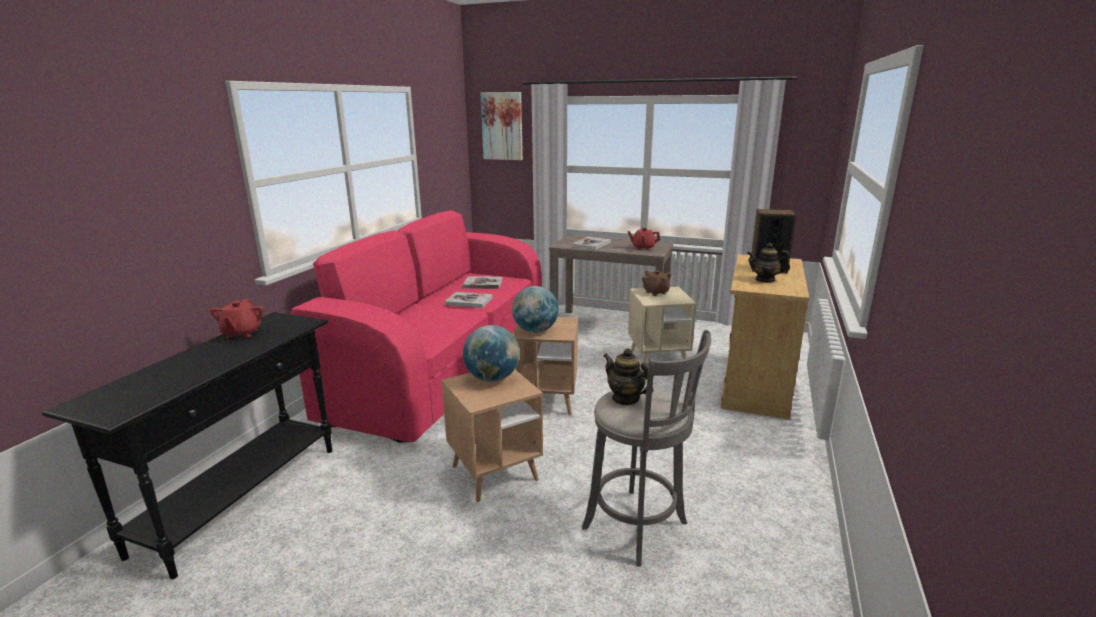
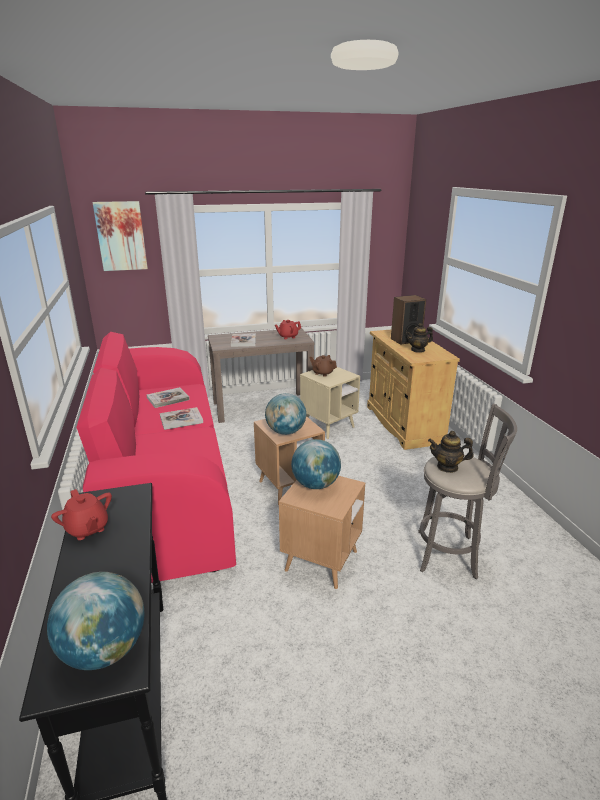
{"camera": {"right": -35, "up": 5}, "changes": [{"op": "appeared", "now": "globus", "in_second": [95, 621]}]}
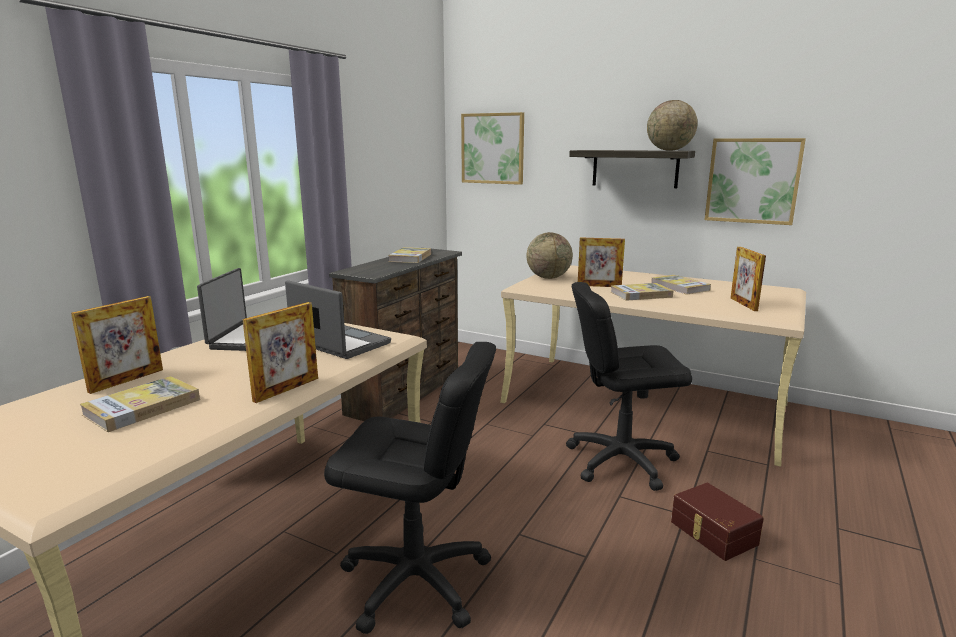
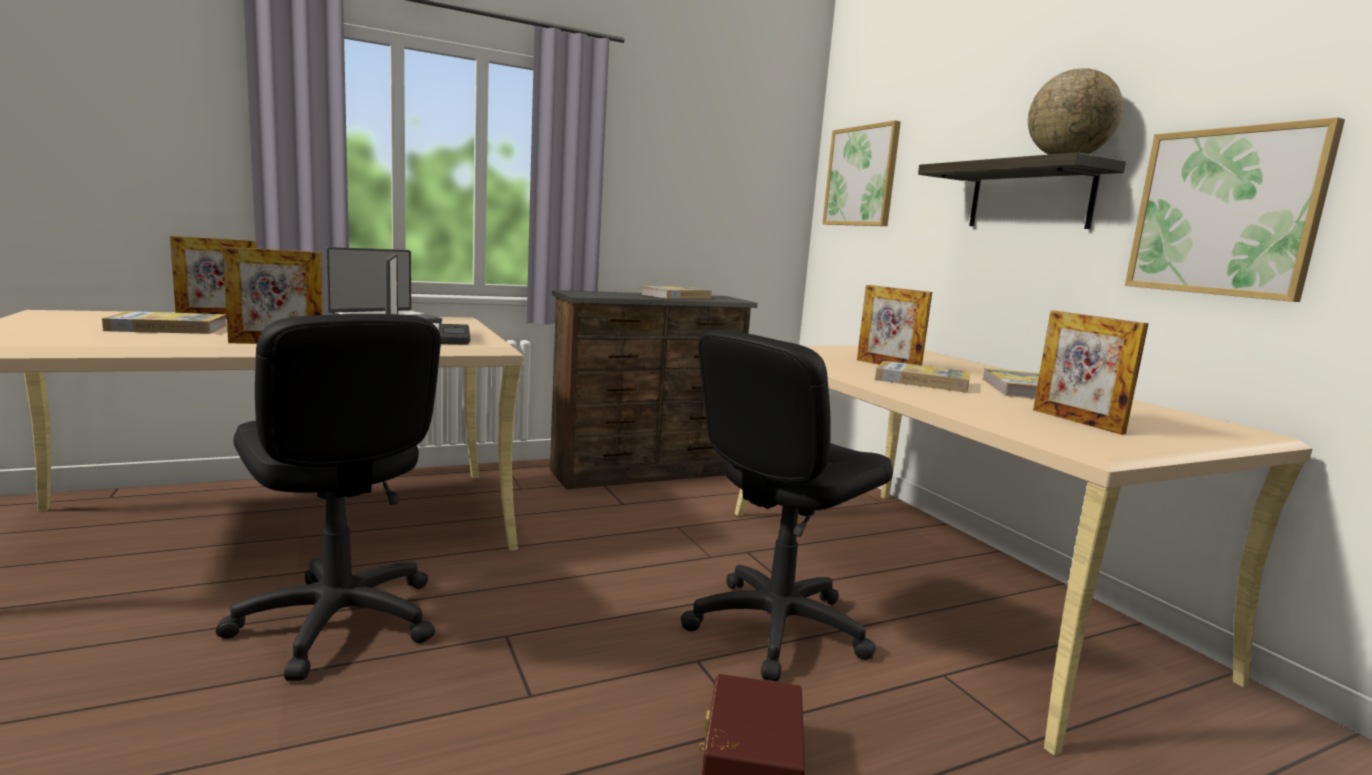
{"camera": {"right": 35, "up": -5}, "changes": [{"op": "spun", "was": "krzesło biurowe (czarny)", "in_first": [629, 386], "in_second": [787, 505], "clockwise": -75}, {"op": "spun", "was": "ramka na zdjęcie", "in_first": [748, 279], "in_second": [1091, 373], "clockwise": -60}, {"op": "missing", "was": "globus", "in_first": [549, 255]}]}
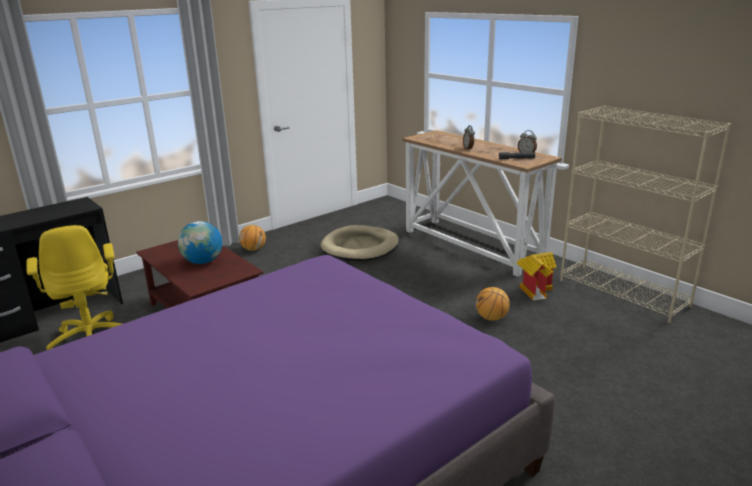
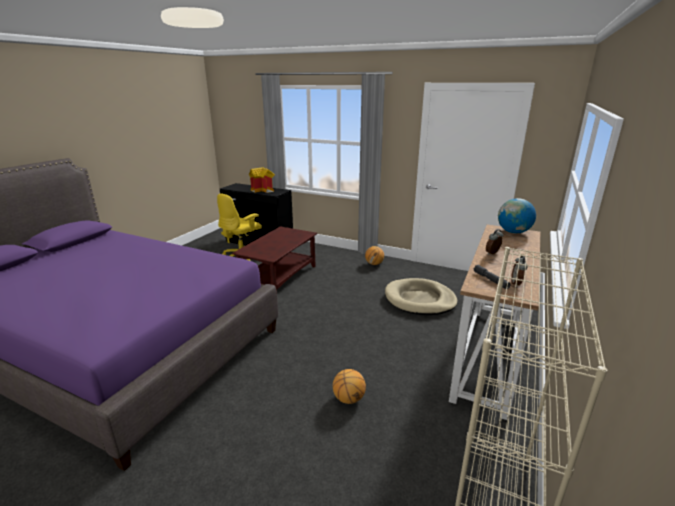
{"camera": {"right": 65, "up": 0}, "changes": [{"op": "relocated", "was": "domek", "in_first": [537, 276], "in_second": [262, 180]}, {"op": "relocated", "was": "globus", "in_first": [200, 242], "in_second": [517, 216]}]}
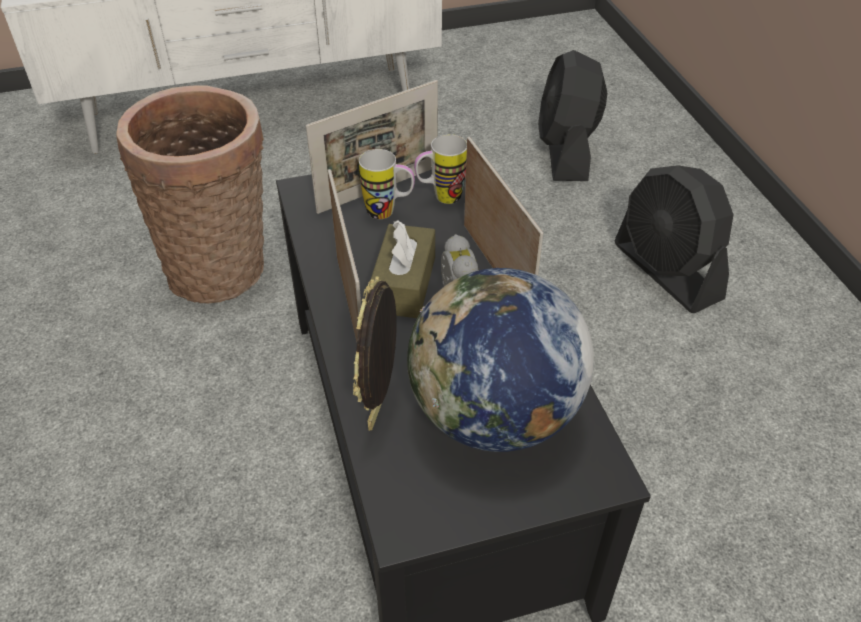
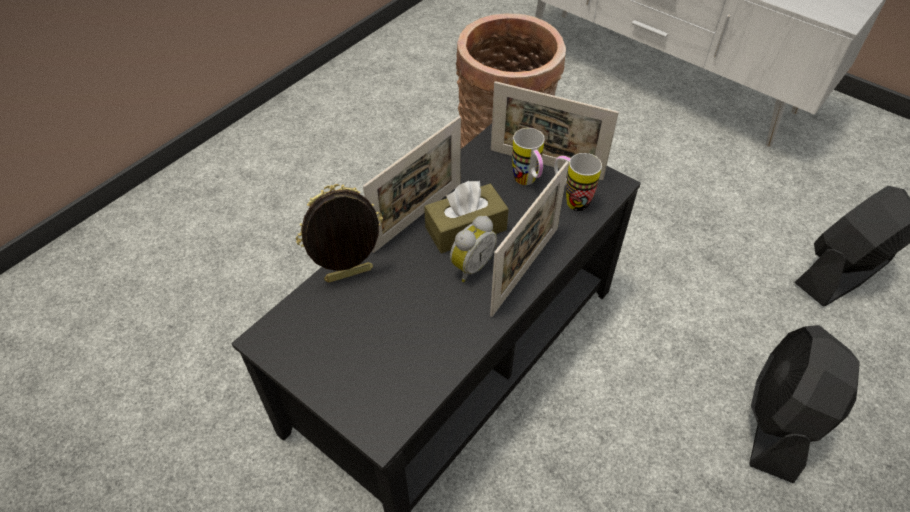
{"camera": {"right": 55, "up": 5}, "changes": [{"op": "missing", "was": "globus", "in_first": [500, 360]}]}
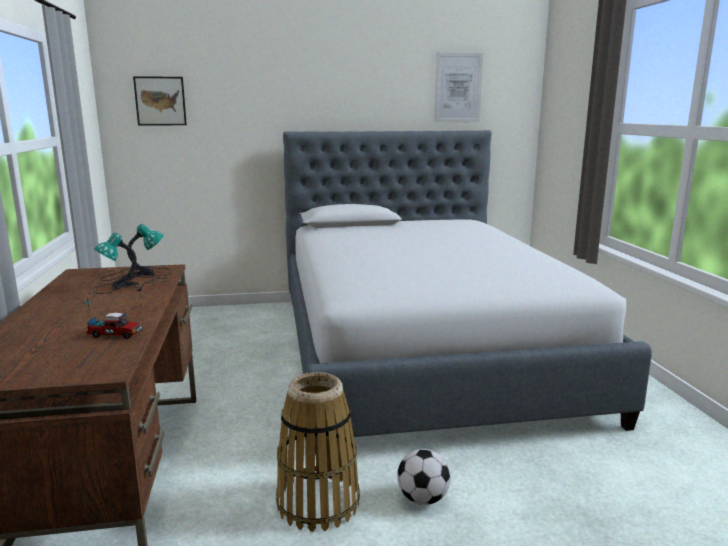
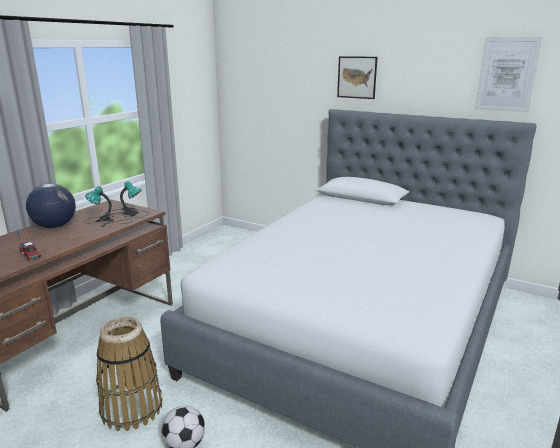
{"camera": {"right": 40, "up": 5}, "changes": [{"op": "appeared", "now": "globus", "in_second": [51, 205]}, {"op": "relocated", "was": "obraz", "in_first": [160, 101], "in_second": [357, 77]}]}
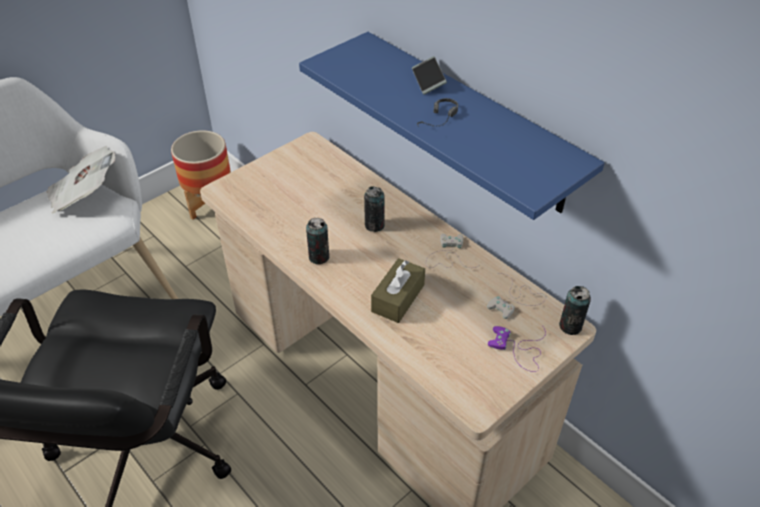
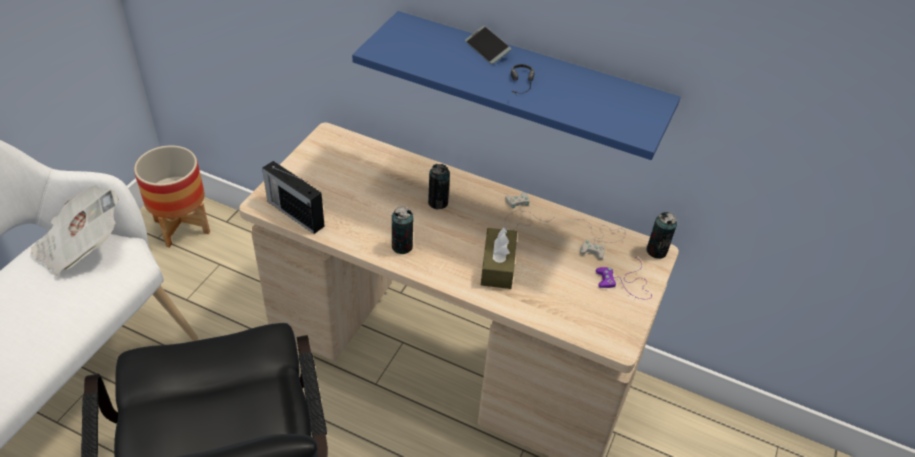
{"camera": {"right": -25, "up": 0}, "changes": [{"op": "appeared", "now": "radio", "in_second": [293, 197]}]}
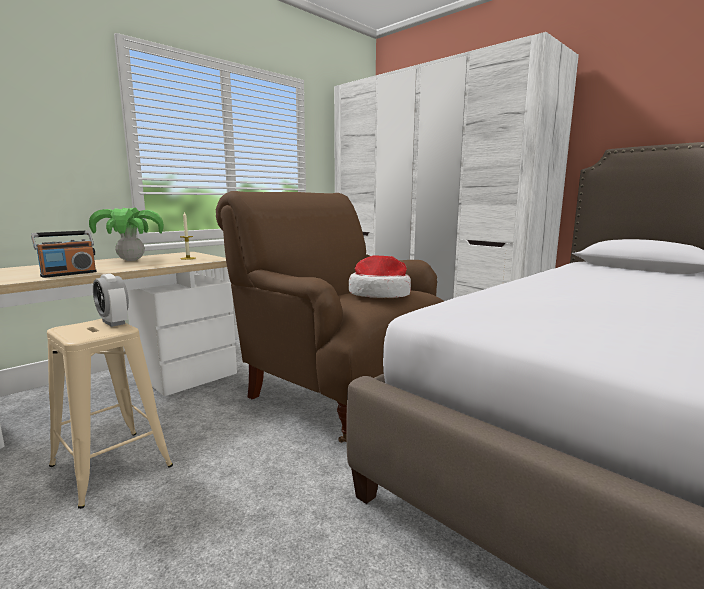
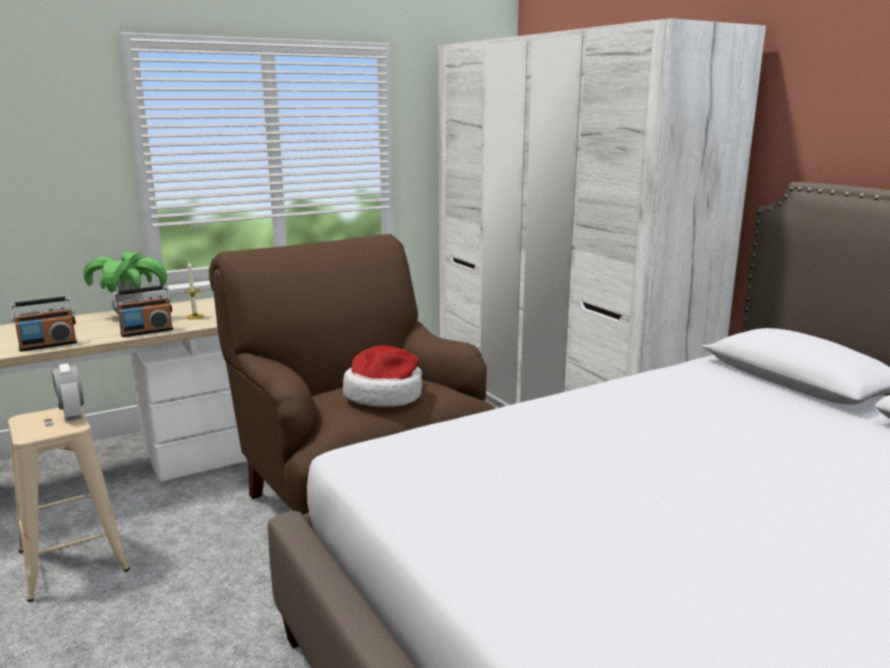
{"camera": {"right": 15, "up": 5}, "changes": [{"op": "appeared", "now": "radio", "in_second": [143, 311]}]}
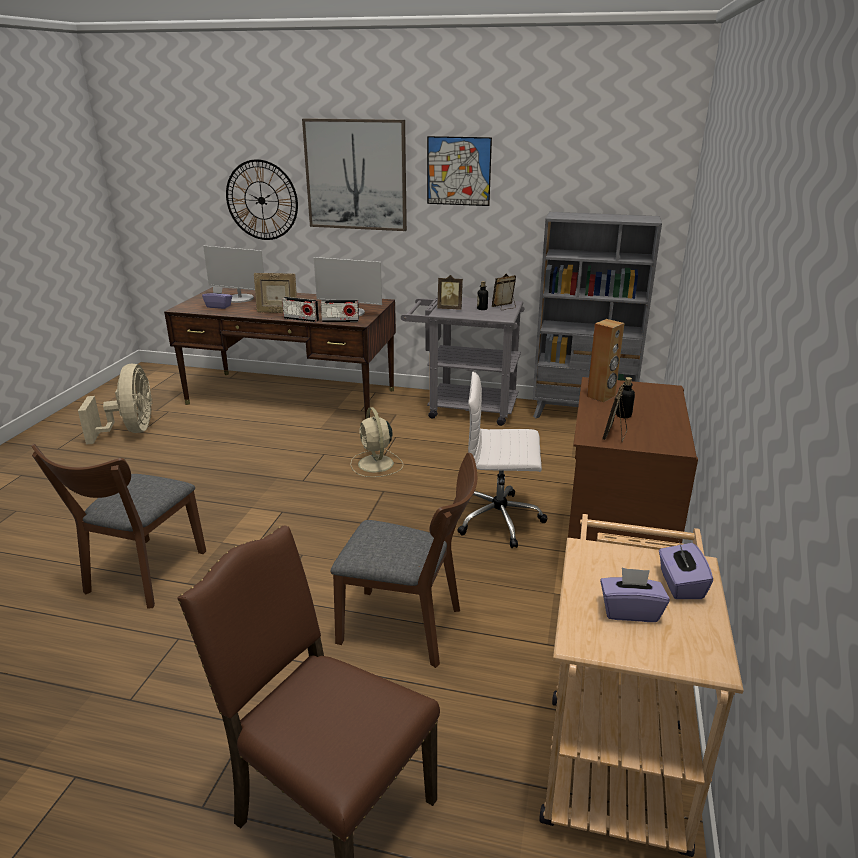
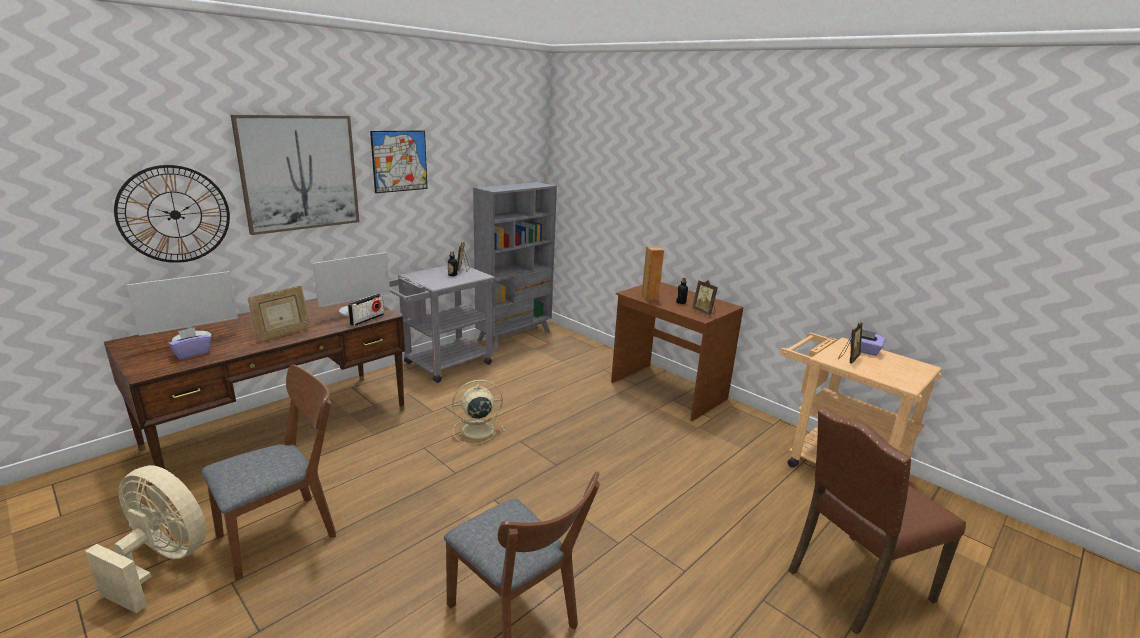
{"camera": {"right": -60, "up": -5}, "changes": [{"op": "relocated", "was": "krzesło (brązowy)", "in_first": [404, 560], "in_second": [269, 473]}, {"op": "spun", "was": "wentylator (beżowy)", "in_first": [376, 442], "in_second": [478, 412], "clockwise": 150}, {"op": "relocated", "was": "ramka na zdjęcie", "in_first": [450, 292], "in_second": [850, 343]}, {"op": "missing", "was": "radio", "in_first": [300, 309]}, {"op": "missing", "was": "krzesło biurowe (biały)", "in_first": [502, 460]}, {"op": "missing", "was": "pudełko chusteczek (fioletowy)", "in_first": [635, 595]}]}
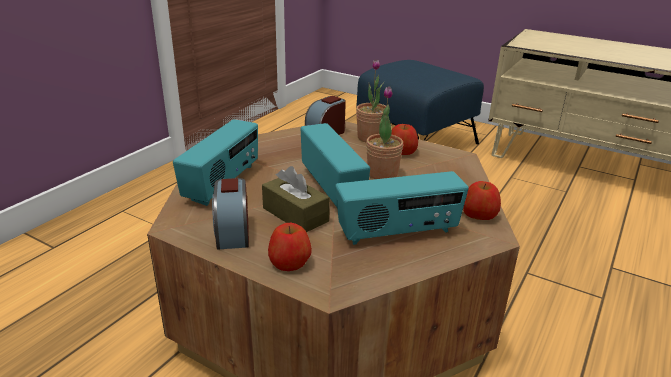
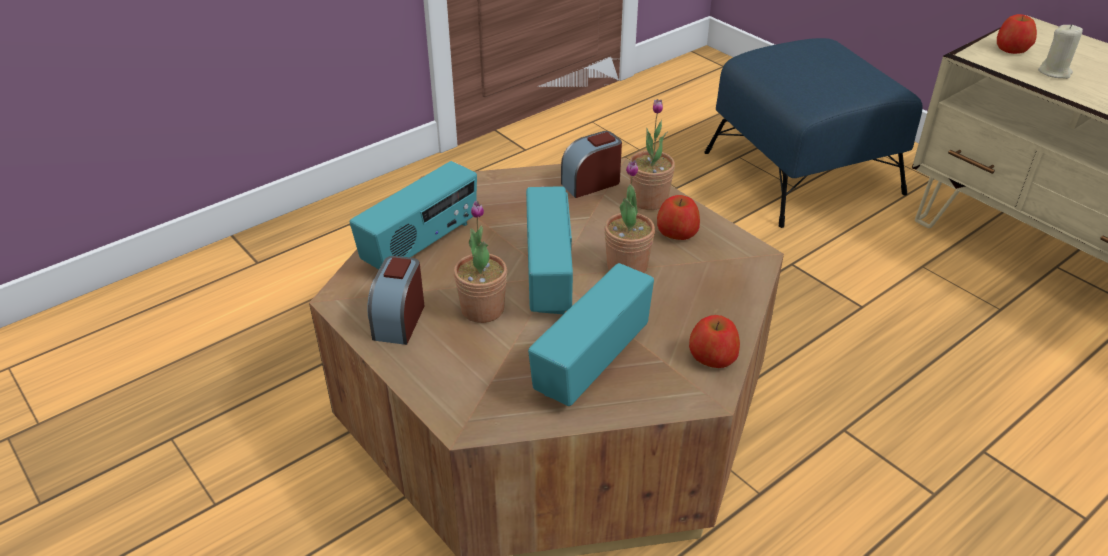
{"camera": {"right": 20, "up": 10}, "changes": [{"op": "exchanged", "was": "pudełko chusteczek (brązowy)", "now": "roślina doniczkowa", "in_first": [296, 199], "in_second": [480, 262]}, {"op": "spun", "was": "radio", "in_first": [402, 208], "in_second": [591, 334], "clockwise": 120}, {"op": "relocated", "was": "jabłko", "in_first": [290, 247], "in_second": [1017, 34]}, {"op": "appeared", "now": "świeca (beżowy)", "in_second": [1060, 51]}]}
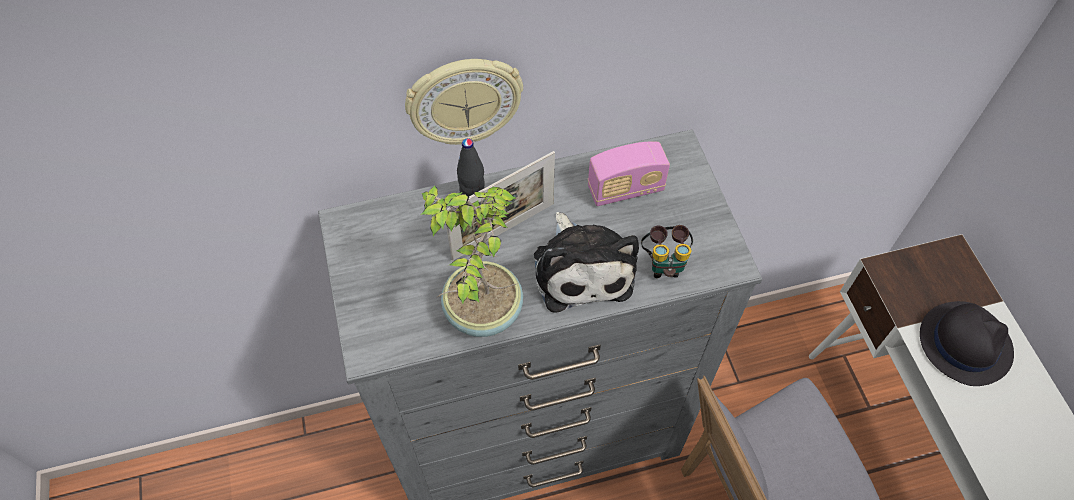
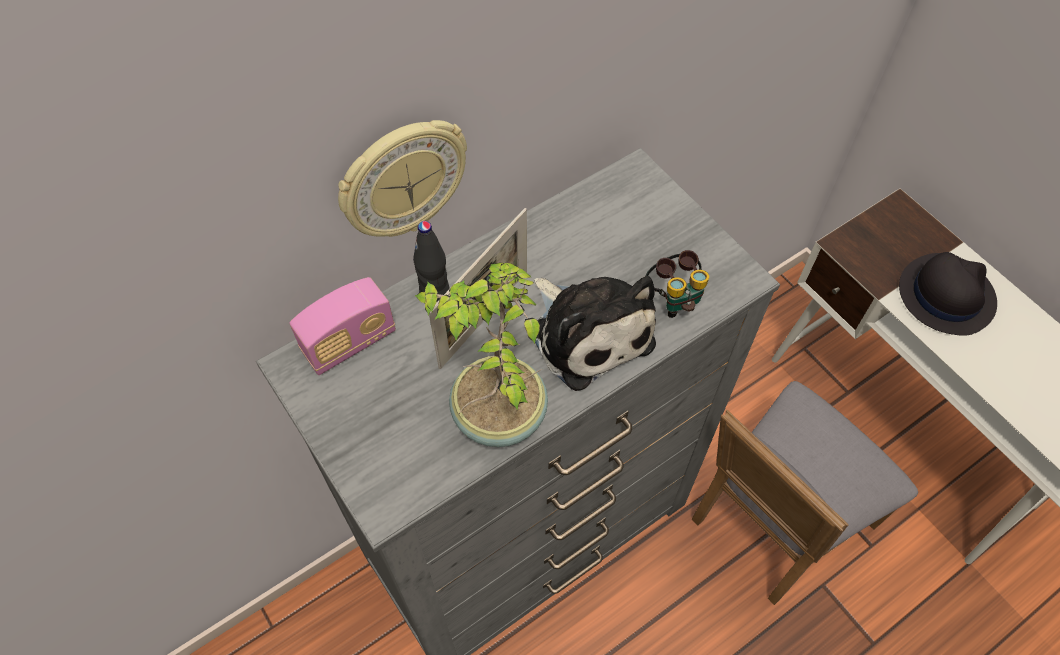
{"camera": {"right": -20, "up": 0}, "changes": [{"op": "relocated", "was": "radio", "in_first": [629, 174], "in_second": [342, 326]}]}
